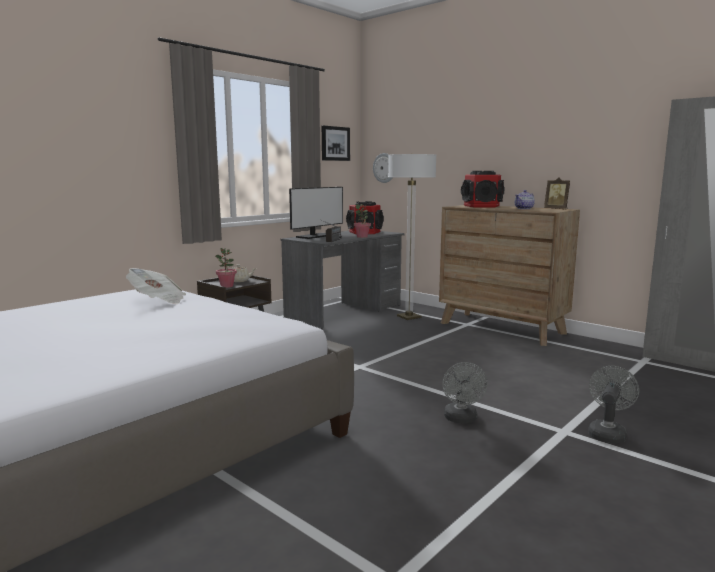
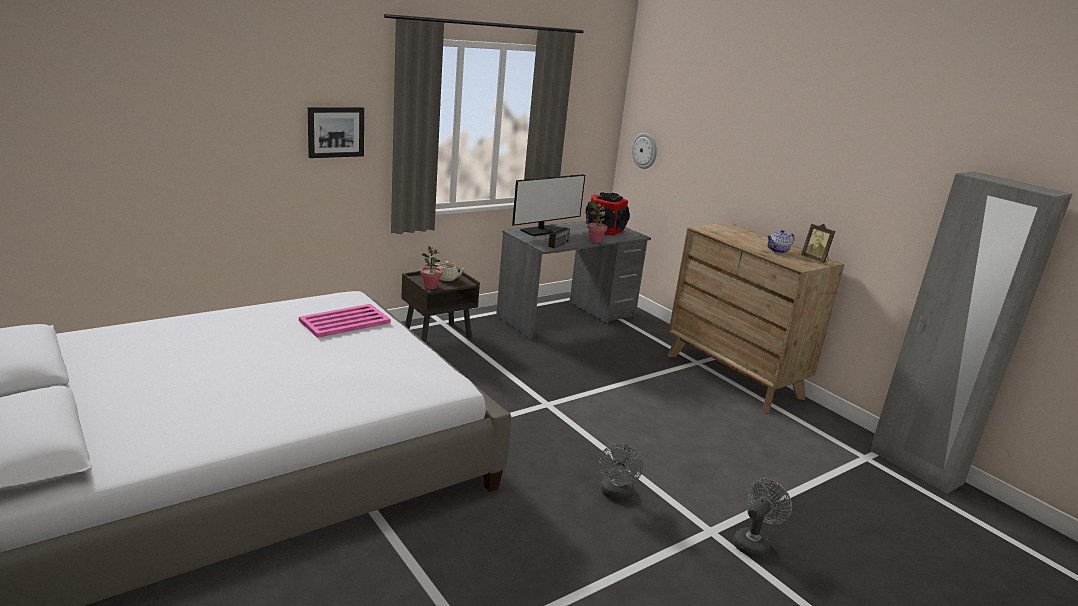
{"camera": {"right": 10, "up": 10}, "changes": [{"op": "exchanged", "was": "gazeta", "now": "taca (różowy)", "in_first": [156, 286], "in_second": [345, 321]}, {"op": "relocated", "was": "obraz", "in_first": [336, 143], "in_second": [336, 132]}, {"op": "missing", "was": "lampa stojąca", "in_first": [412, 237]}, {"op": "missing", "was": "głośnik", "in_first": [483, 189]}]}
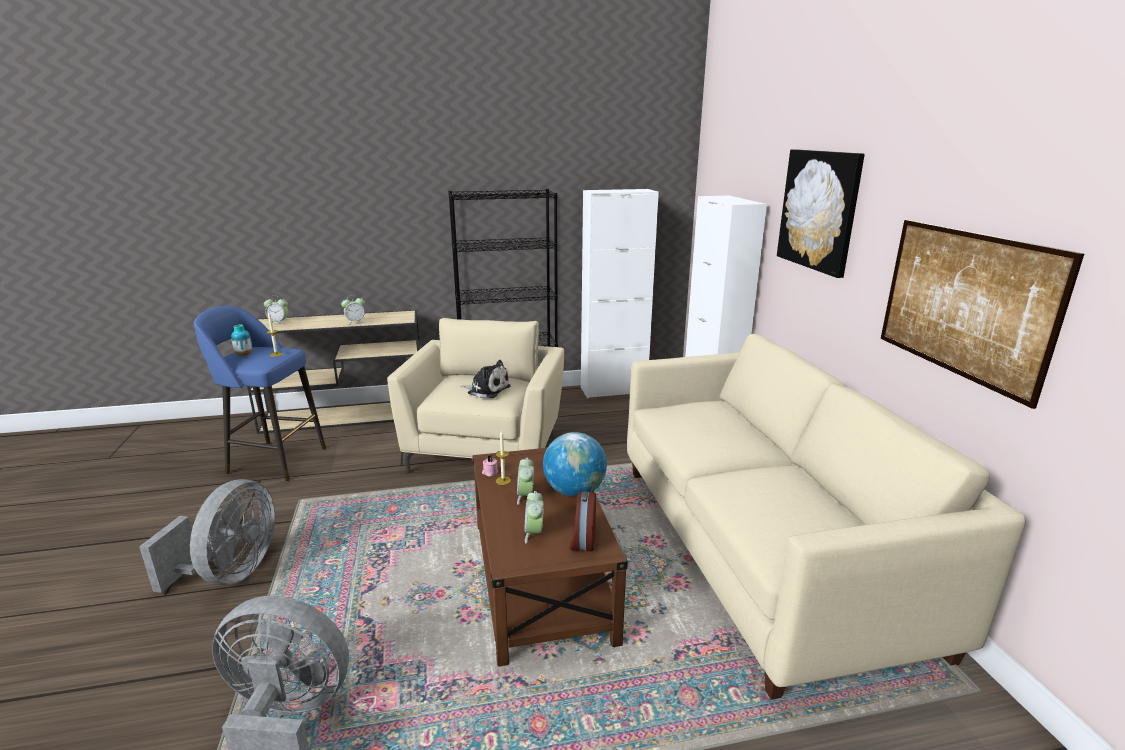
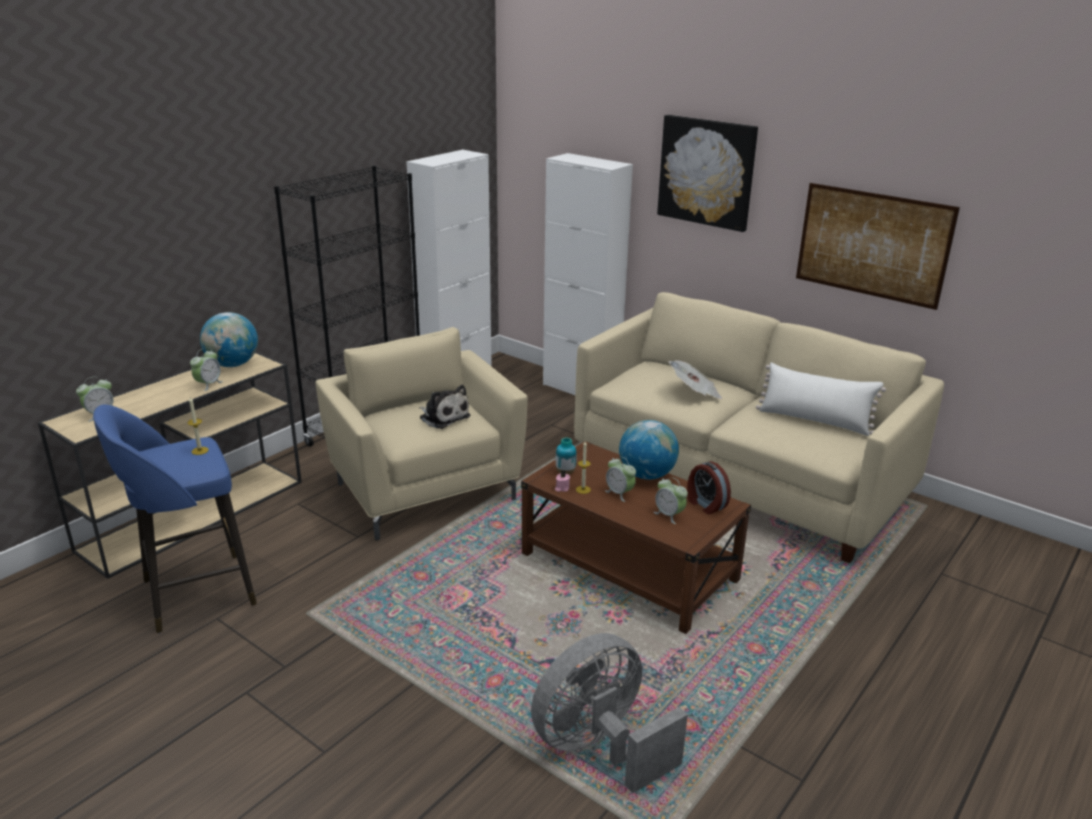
{"camera": {"right": -40, "up": 5}, "changes": [{"op": "appeared", "now": "globus", "in_second": [229, 339]}, {"op": "spun", "was": "pluszak", "in_first": [485, 379], "in_second": [445, 407], "clockwise": 60}, {"op": "relocated", "was": "wazon", "in_first": [241, 340], "in_second": [566, 456]}, {"op": "appeared", "now": "gazeta", "in_second": [695, 379]}, {"op": "appeared", "now": "poduszka (biały)", "in_second": [821, 399]}, {"op": "missing", "was": "wentylator (szary)", "in_first": [207, 536]}]}
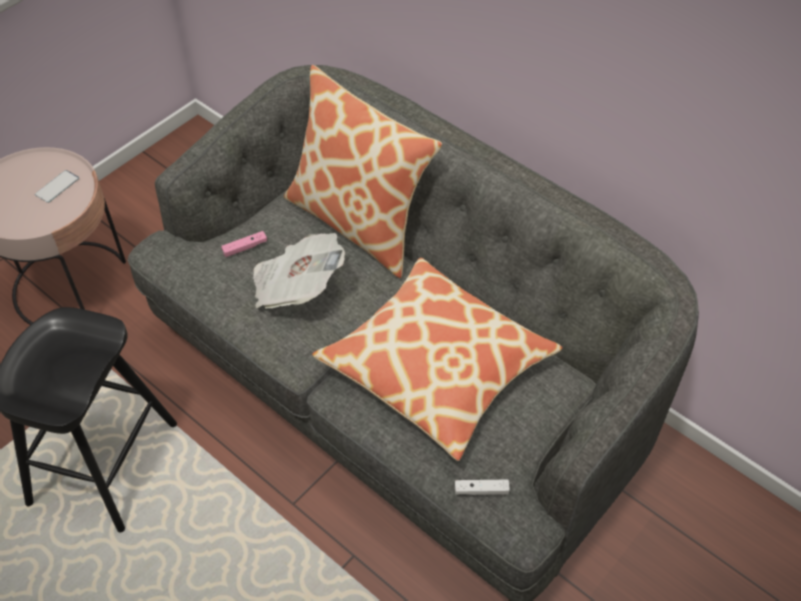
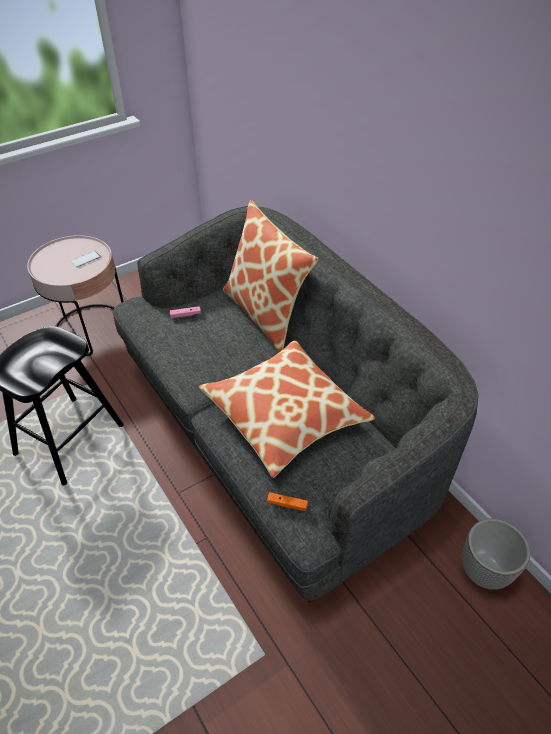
{"camera": {"right": 15, "up": -5}, "changes": [{"op": "colour", "was": "pad do gier (biały)", "now": "pad do gier (pomarańczowy)", "in_first": [482, 487], "in_second": [287, 501]}, {"op": "appeared", "now": "donica", "in_second": [496, 554]}, {"op": "missing", "was": "gazeta", "in_first": [299, 270]}]}
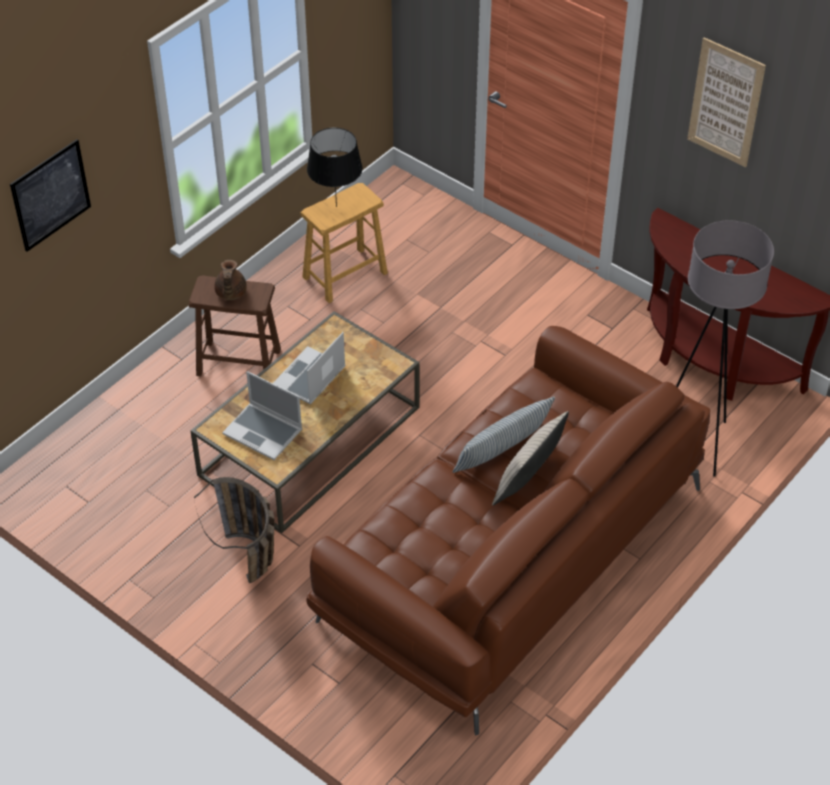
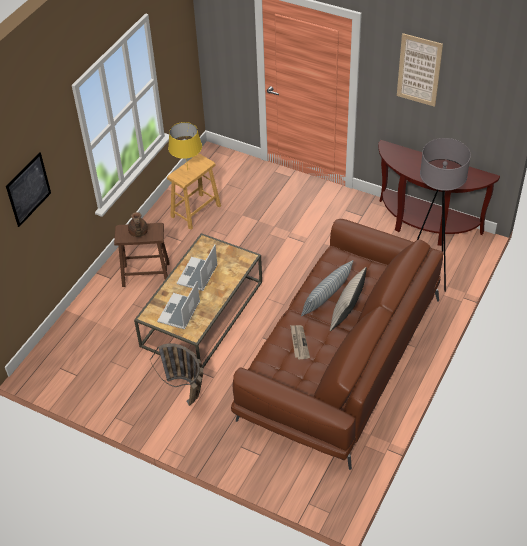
{"camera": {"right": -10, "up": 0}, "changes": [{"op": "spun", "was": "laptop", "in_first": [262, 415], "in_second": [178, 305], "clockwise": 90}, {"op": "colour", "was": "lampa stołowa (czarny)", "now": "lampa stołowa (żółty)", "in_first": [334, 167], "in_second": [185, 145]}, {"op": "appeared", "now": "gazeta", "in_second": [300, 342]}]}
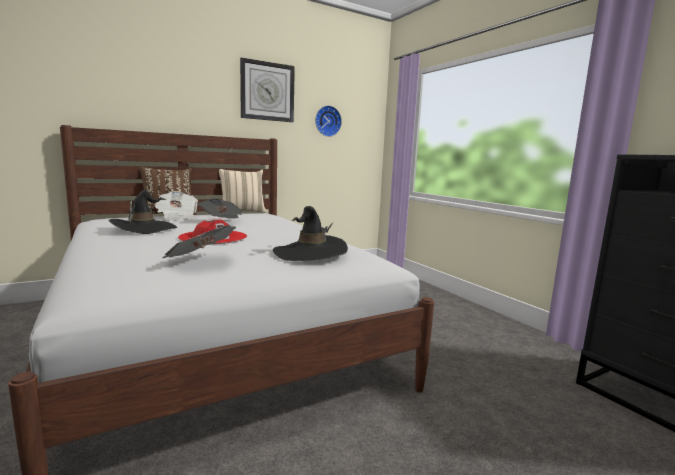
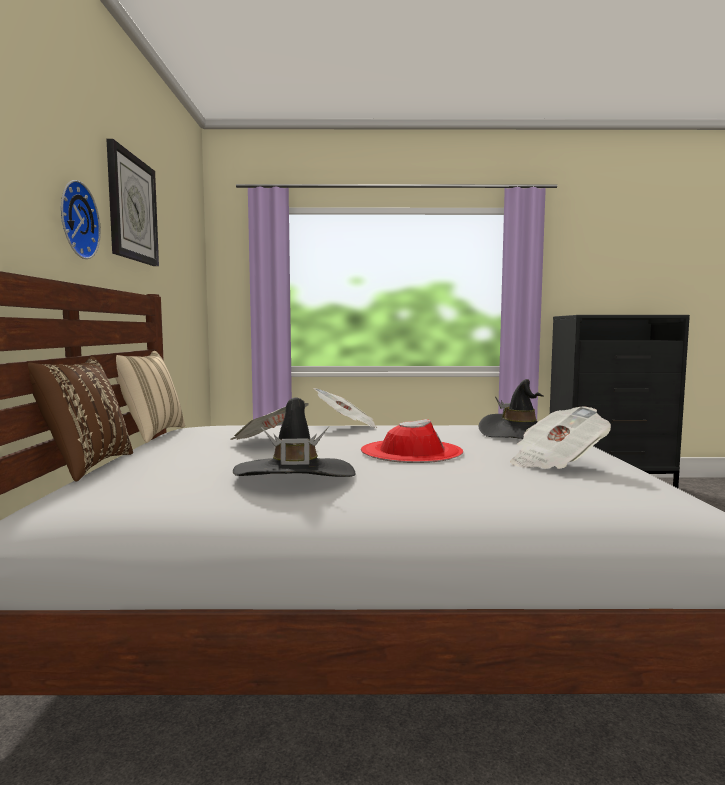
{"camera": {"right": -60, "up": -5}, "changes": [{"op": "relocated", "was": "zegar ścienny", "in_first": [328, 121], "in_second": [81, 219]}, {"op": "relocated", "was": "gazeta", "in_first": [176, 206], "in_second": [346, 408]}]}
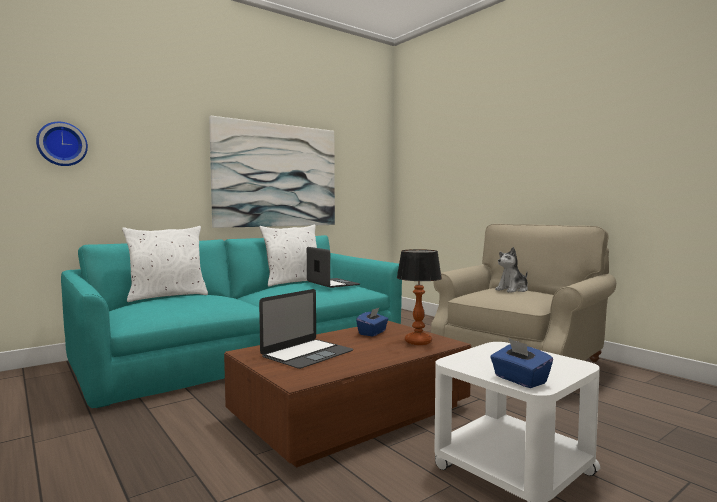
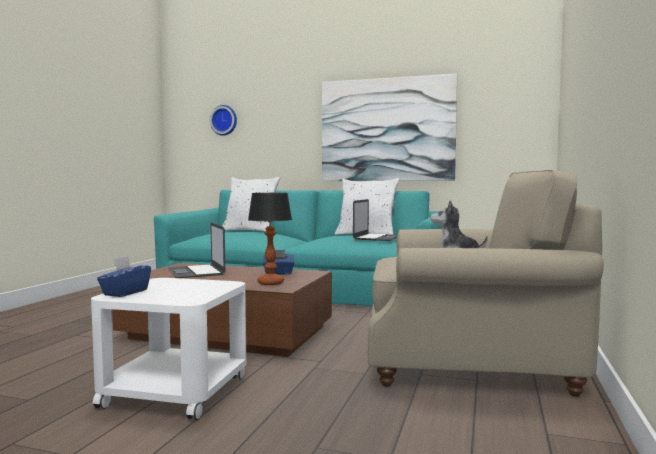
{"camera": {"right": 55, "up": 0}, "changes": [{"op": "spun", "was": "laptop", "in_first": [306, 329], "in_second": [196, 250], "clockwise": 60}]}
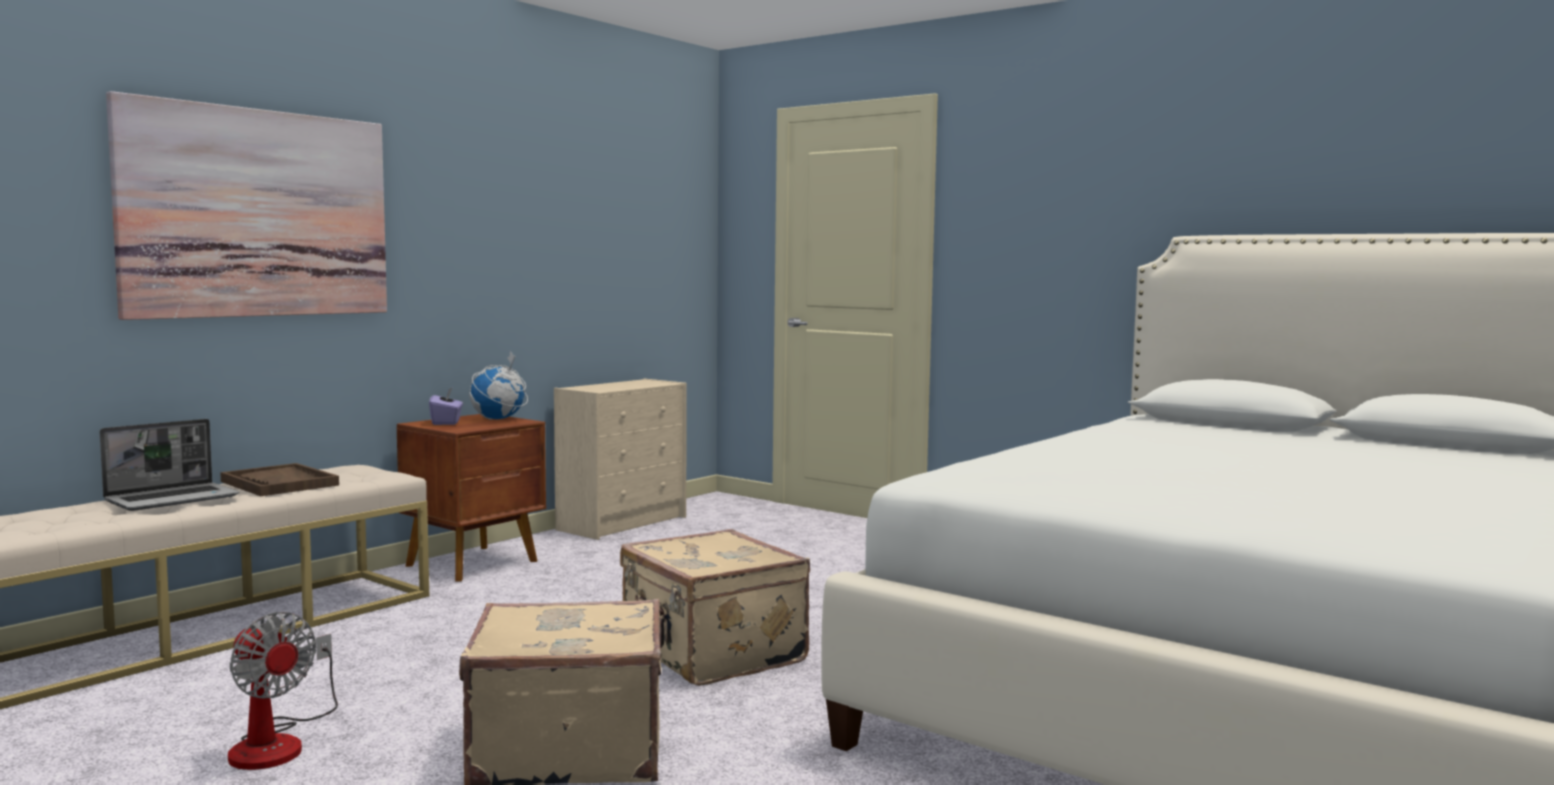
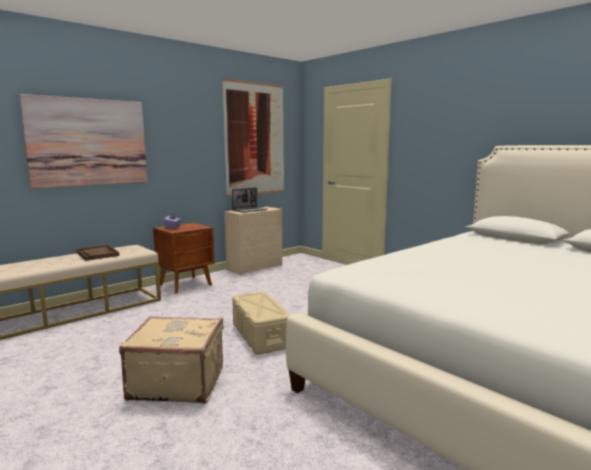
{"camera": {"right": 10, "up": 5}, "changes": [{"op": "appeared", "now": "obraz", "in_second": [253, 137]}, {"op": "relocated", "was": "laptop", "in_first": [170, 465], "in_second": [250, 200]}, {"op": "exchanged", "was": "walizka (beżowy)", "now": "pojemnik do przechowywania (beżowy)", "in_first": [715, 607], "in_second": [261, 323]}, {"op": "missing", "was": "wentylator", "in_first": [283, 691]}, {"op": "missing", "was": "globus", "in_first": [498, 385]}]}
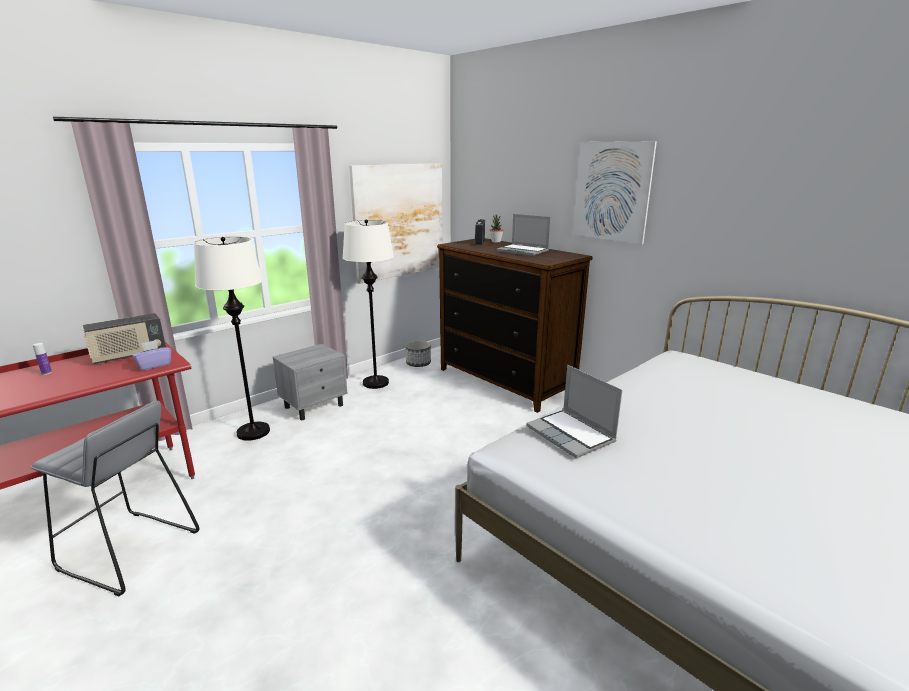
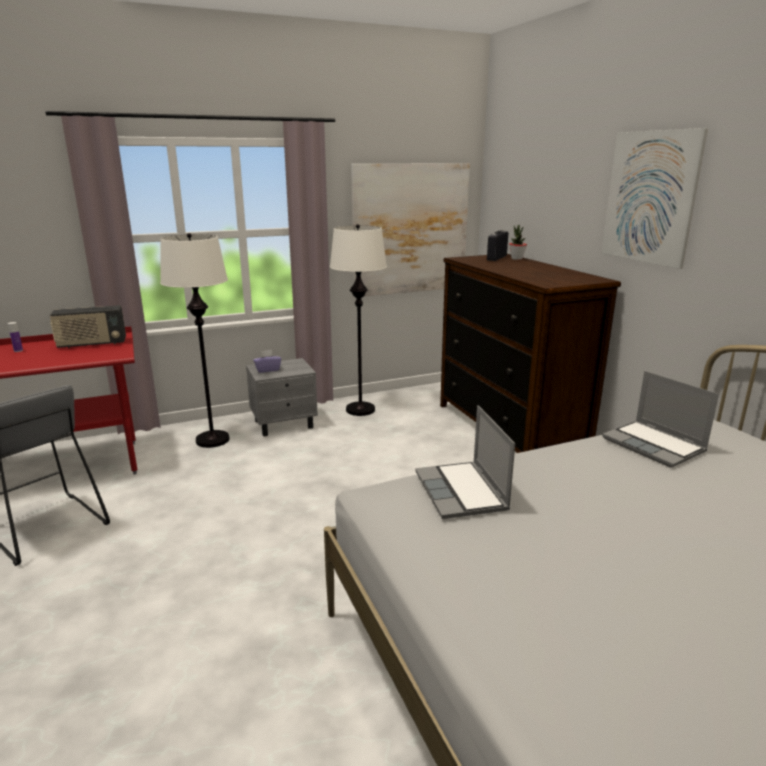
{"camera": {"right": 20, "up": 0}, "changes": [{"op": "relocated", "was": "pudełko chusteczek (fioletowy)", "in_first": [151, 355], "in_second": [267, 361]}, {"op": "relocated", "was": "laptop", "in_first": [523, 235], "in_second": [660, 419]}, {"op": "missing", "was": "donica", "in_first": [418, 354]}]}
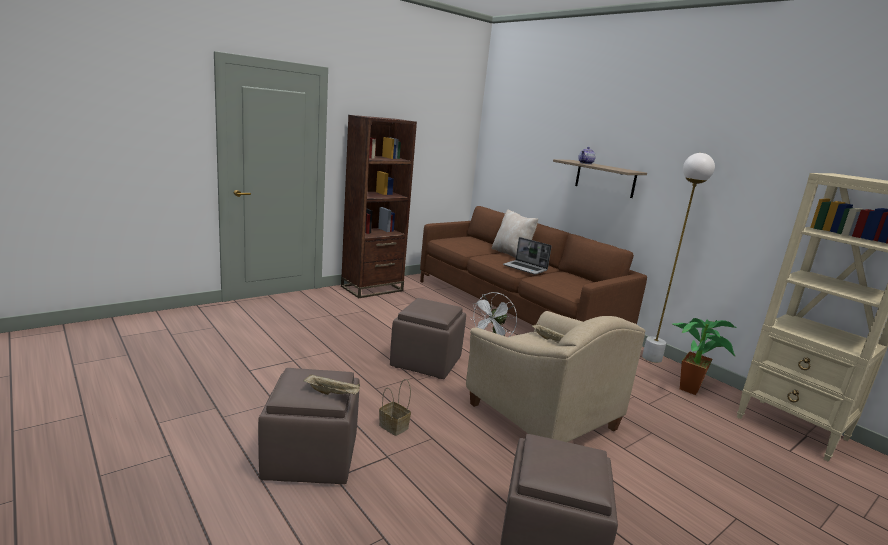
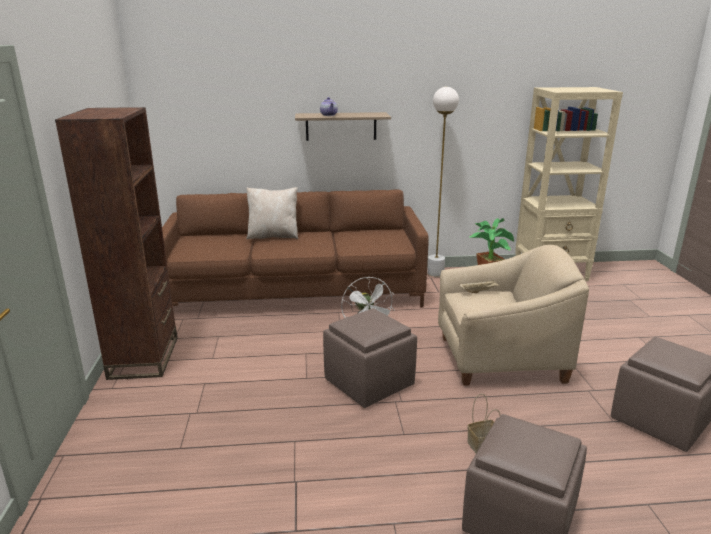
{"camera": {"right": -55, "up": 5}, "changes": [{"op": "missing", "was": "taca (beżowy)", "in_first": [331, 384]}, {"op": "missing", "was": "laptop", "in_first": [527, 256]}]}
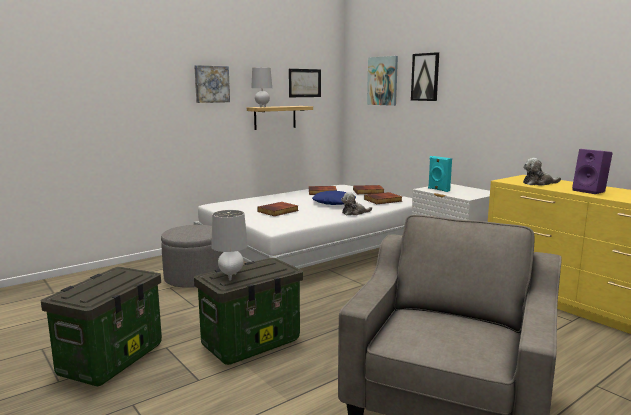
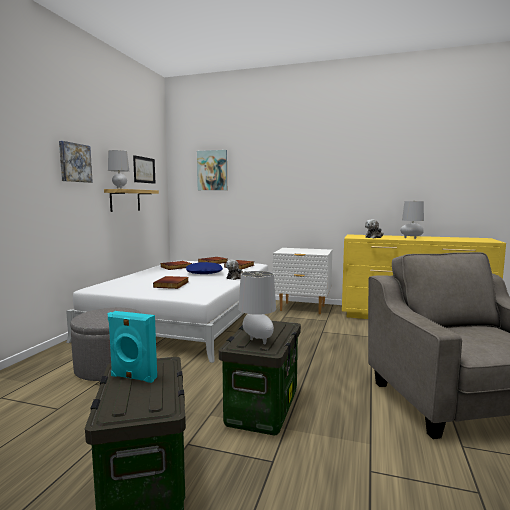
{"camera": {"right": -35, "up": -5}, "changes": [{"op": "relocated", "was": "głośnik (turkusowy)", "in_first": [440, 174], "in_second": [132, 347]}, {"op": "exchanged", "was": "głośnik (fioletowy)", "now": "lampa stołowa (szary)", "in_first": [592, 171], "in_second": [412, 220]}, {"op": "missing", "was": "obraz", "in_first": [425, 76]}]}
